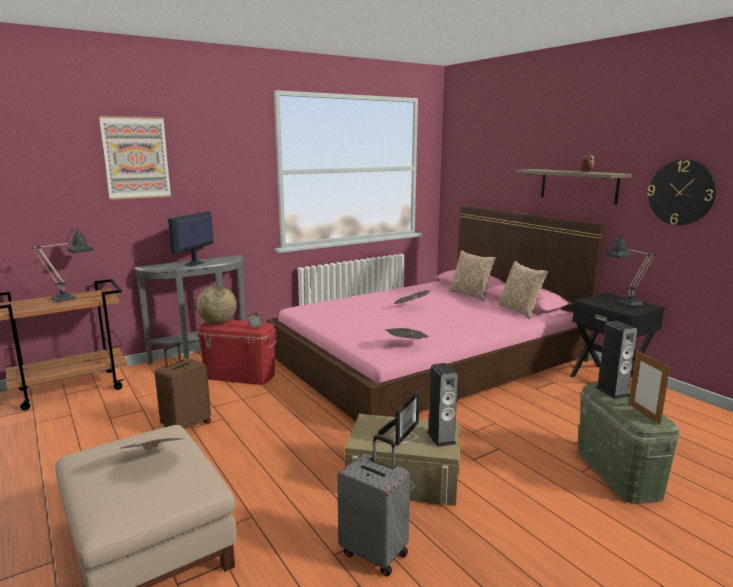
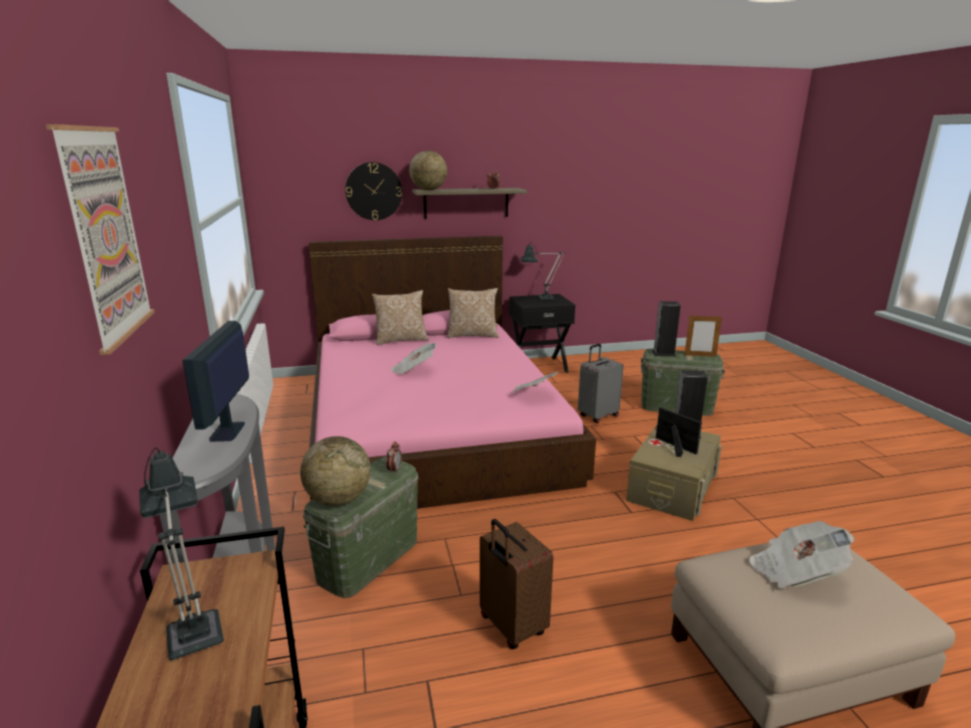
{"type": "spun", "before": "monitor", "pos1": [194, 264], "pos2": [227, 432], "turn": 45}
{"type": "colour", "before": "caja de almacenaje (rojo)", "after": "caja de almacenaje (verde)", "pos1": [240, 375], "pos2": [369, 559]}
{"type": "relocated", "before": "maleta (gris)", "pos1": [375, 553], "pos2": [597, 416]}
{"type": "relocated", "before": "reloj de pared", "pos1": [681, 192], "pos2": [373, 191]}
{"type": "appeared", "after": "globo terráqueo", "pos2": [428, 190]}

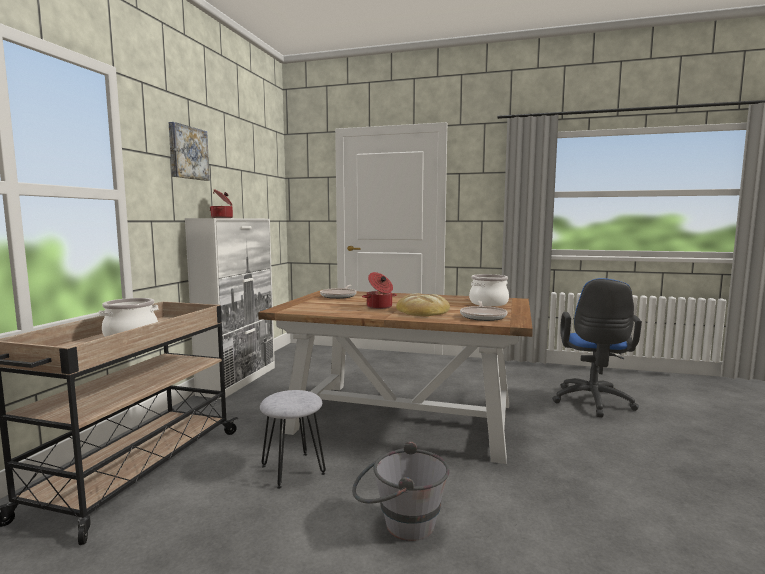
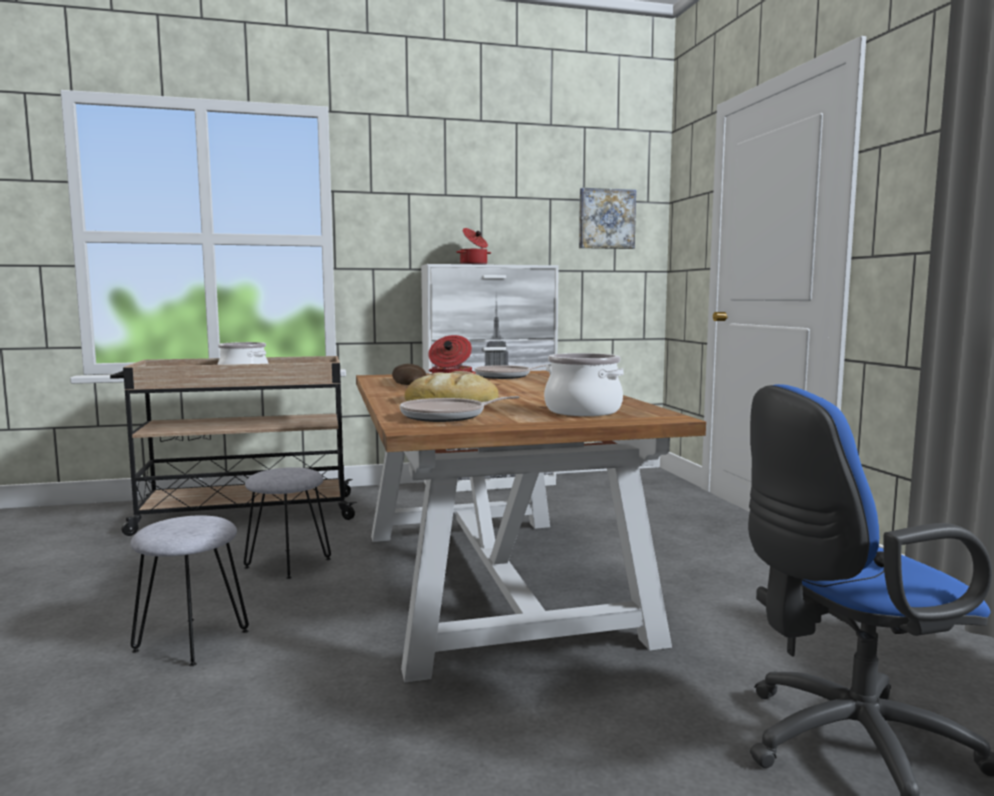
{"type": "relocated", "before": "cuadro", "pos1": [187, 153], "pos2": [606, 219]}
{"type": "exchanged", "before": "cubo (gris)", "after": "taburete (gris)", "pos1": [399, 524], "pos2": [192, 640]}
{"type": "appeared", "after": "pan", "pos2": [409, 381]}

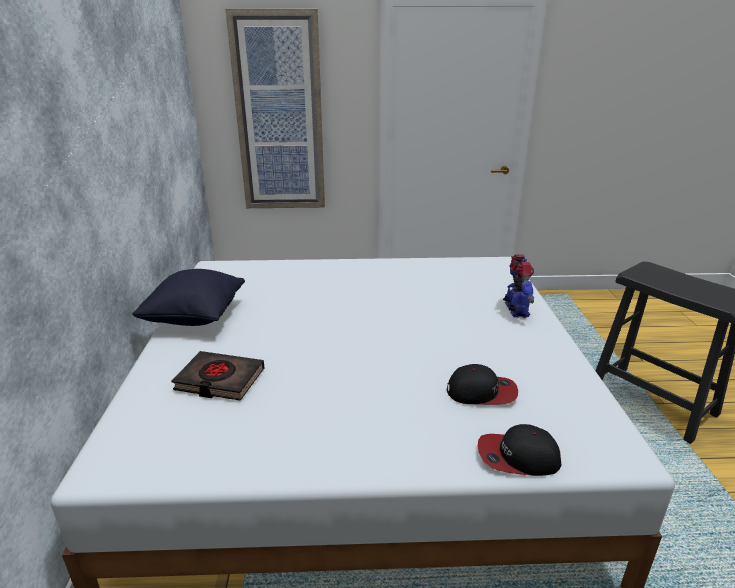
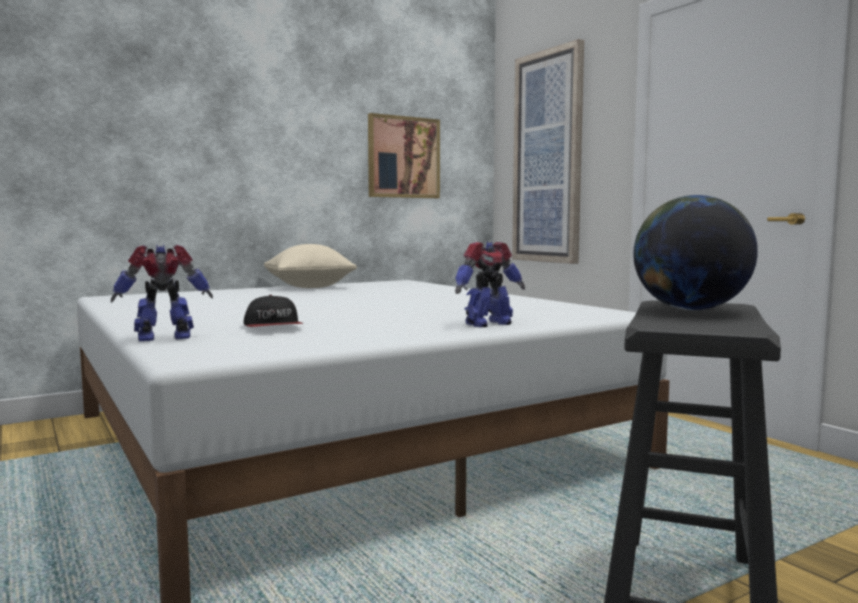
{"type": "colour", "before": "cojín (negro)", "after": "cojín (beis)", "pos1": [195, 317], "pos2": [309, 287]}
{"type": "missing", "before": "libro (negro)", "pos1": [220, 380]}
{"type": "exchanged", "before": "gorra", "after": "robot de juguete", "pos1": [517, 457], "pos2": [165, 338]}
{"type": "appeared", "after": "cuadro", "pos2": [403, 157]}
{"type": "appeared", "after": "globo terráqueo", "pos2": [690, 309]}

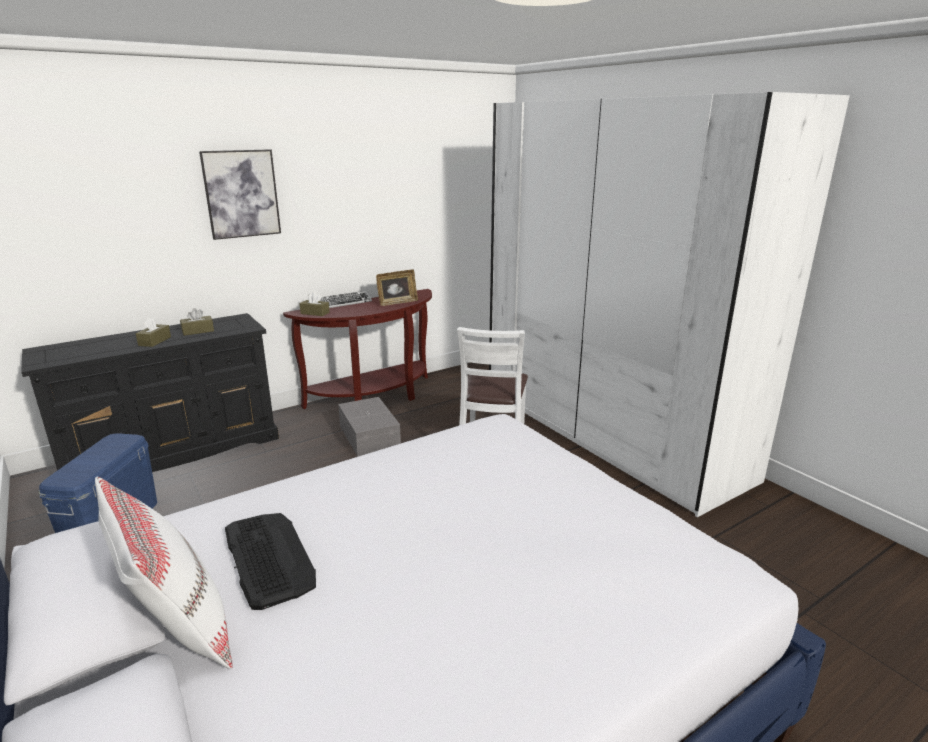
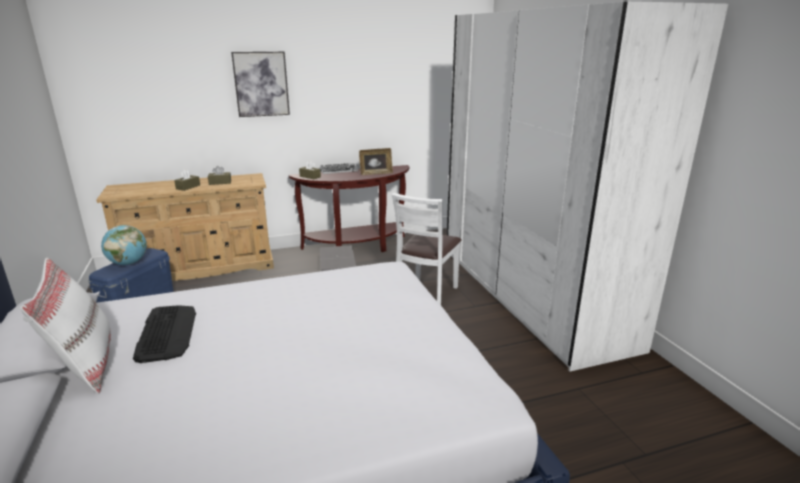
{"type": "colour", "before": "cómoda (negro)", "after": "cómoda (beis)", "pos1": [174, 451], "pos2": [201, 268]}
{"type": "appeared", "after": "globo terráqueo", "pos2": [128, 263]}

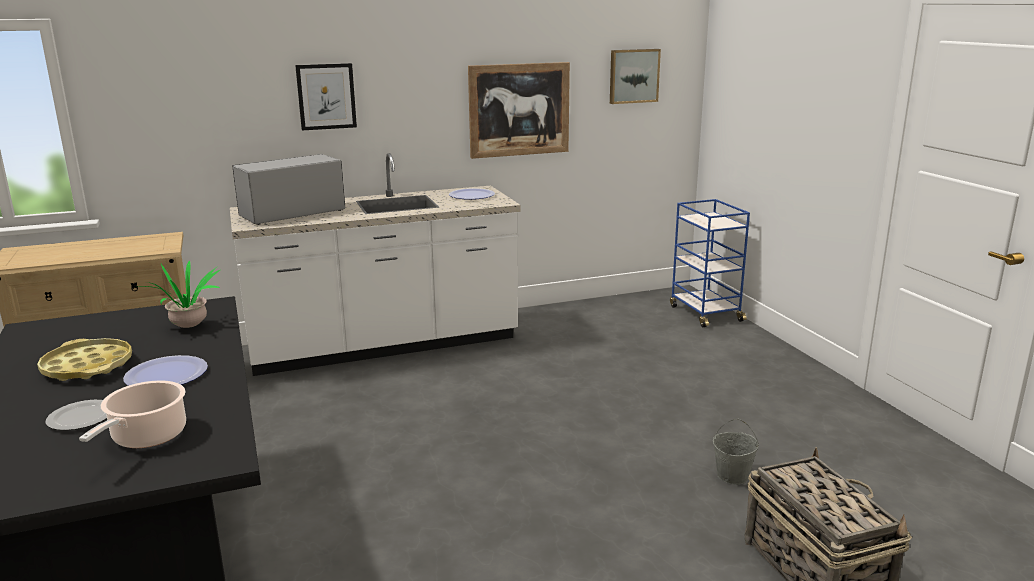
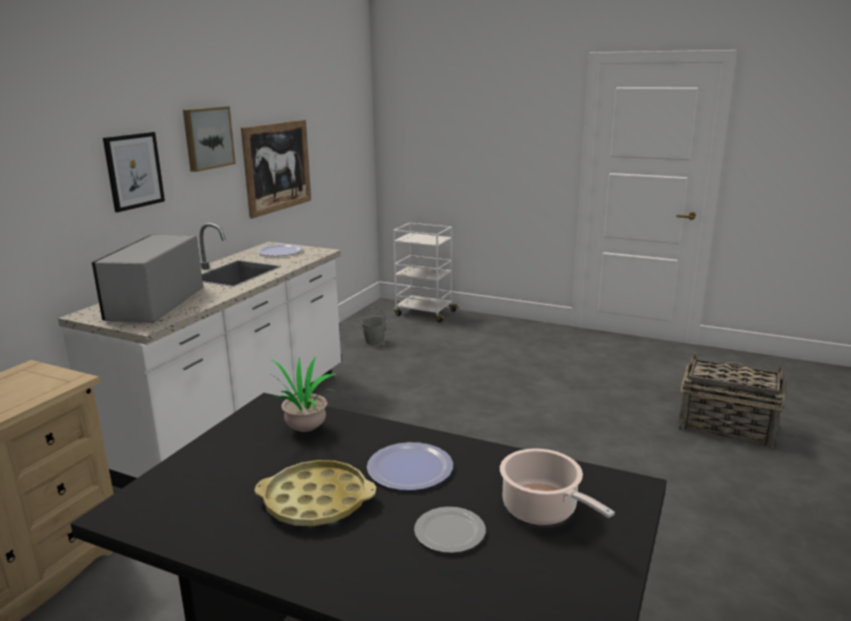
{"type": "relocated", "before": "cuadro", "pos1": [633, 76], "pos2": [207, 138]}
{"type": "colour", "before": "carrito (azul)", "after": "carrito (blanco)", "pos1": [705, 313], "pos2": [424, 313]}
{"type": "relocated", "before": "cubo (gris)", "pos1": [733, 475], "pos2": [374, 341]}

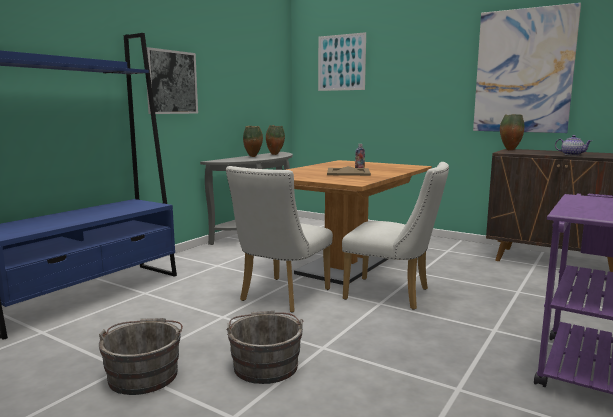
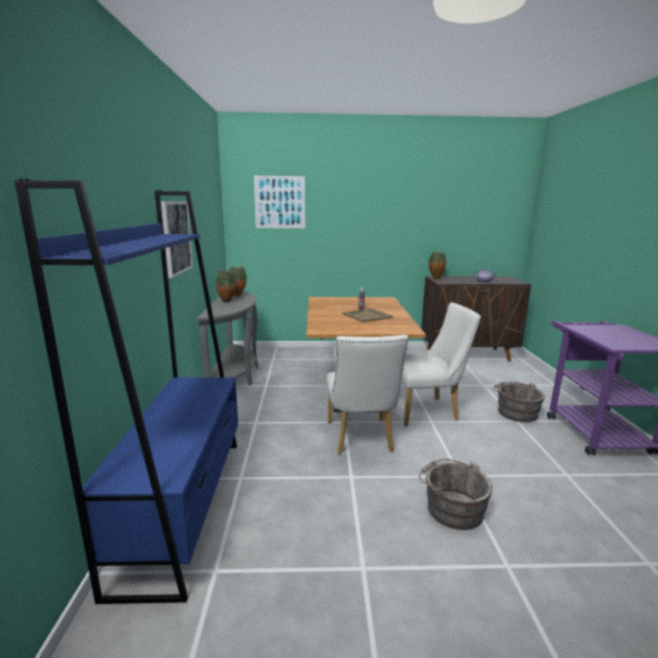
{"type": "relocated", "before": "cubo (gris)", "pos1": [144, 374], "pos2": [515, 412]}
{"type": "missing", "before": "cuadro", "pos1": [523, 71]}

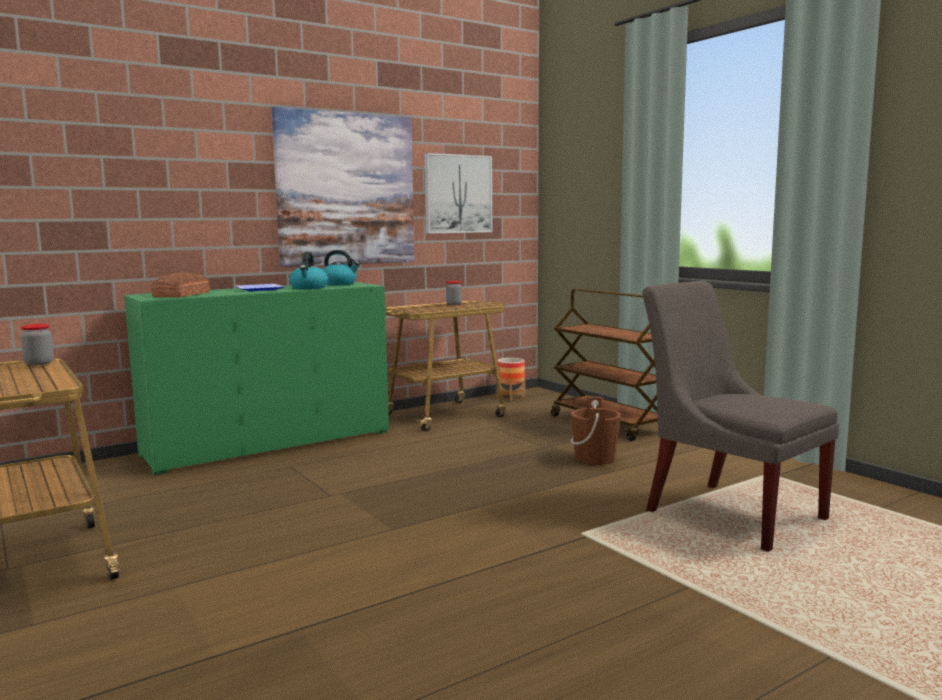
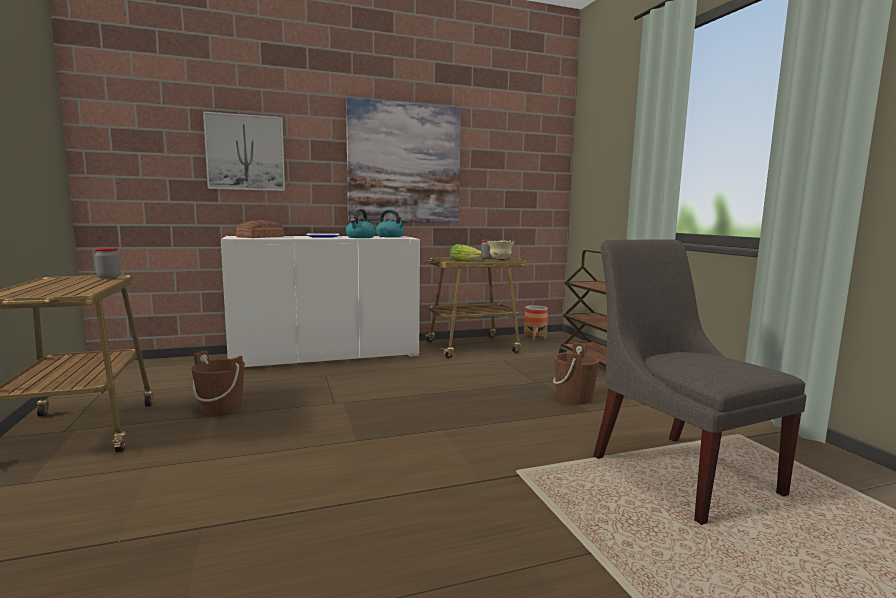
{"type": "colour", "before": "armario (verde)", "after": "armario (blanco)", "pos1": [269, 443], "pos2": [326, 355]}
{"type": "relocated", "before": "cuadro", "pos1": [457, 194], "pos2": [245, 153]}
{"type": "appeared", "after": "cubo (marrón)", "pos2": [221, 409]}
{"type": "appeared", "after": "lechuga", "pos2": [466, 261]}
{"type": "appeared", "after": "cuenco (beis)", "pos2": [500, 260]}

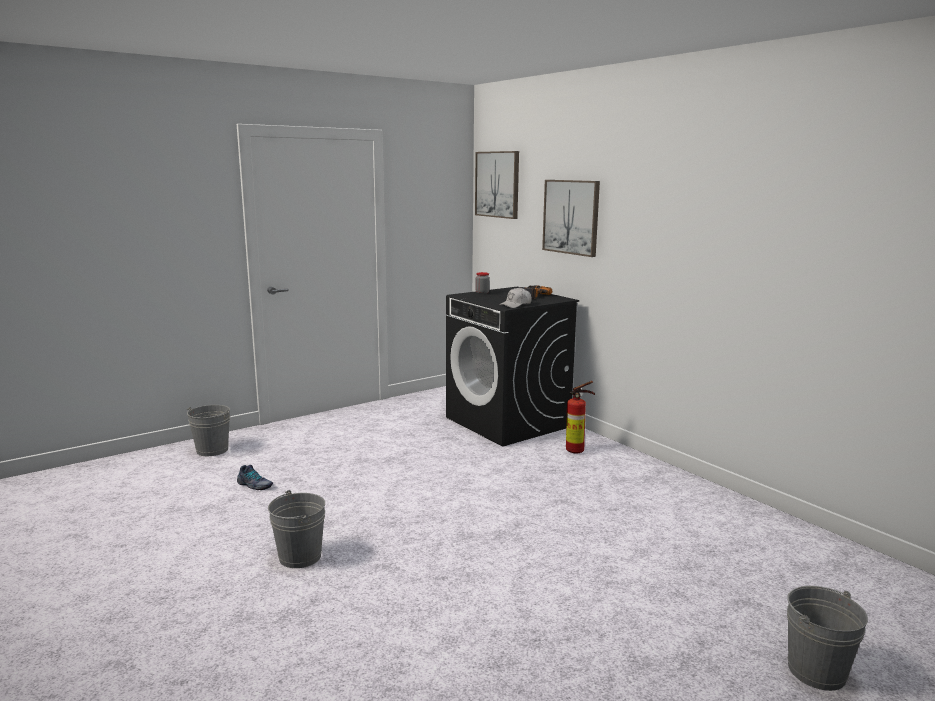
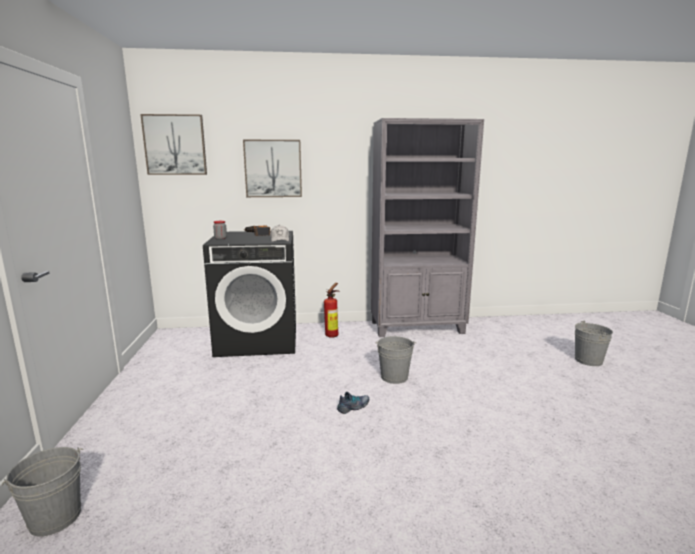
{"type": "relocated", "before": "zapato", "pos1": [254, 485], "pos2": [354, 407]}
{"type": "relocated", "before": "cubo (gris)", "pos1": [300, 556], "pos2": [394, 377]}
{"type": "appeared", "after": "estantería (gris)", "pos2": [418, 328]}

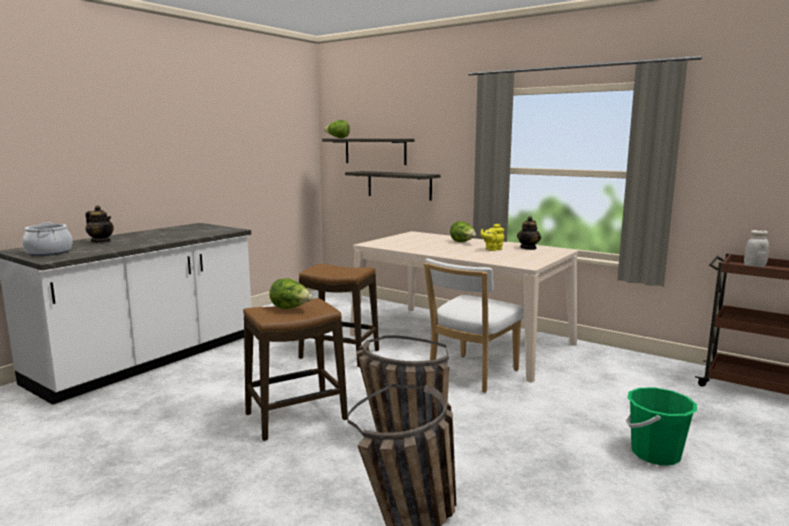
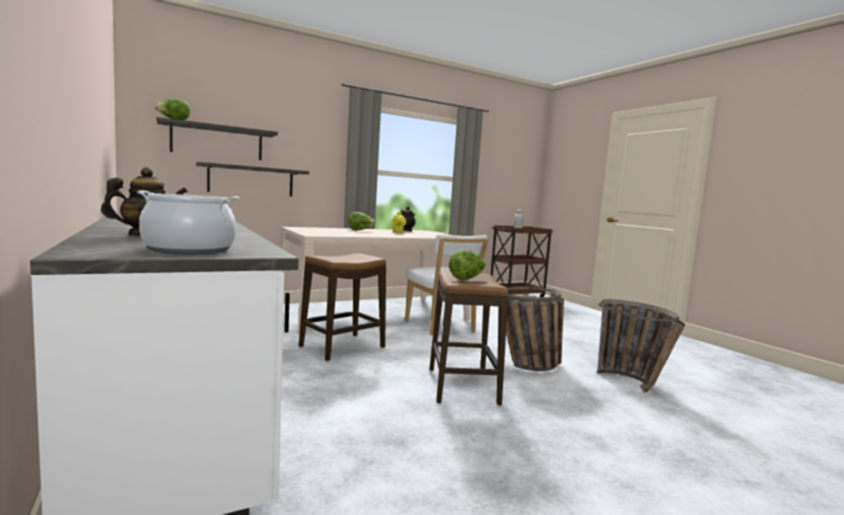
{"type": "missing", "before": "cubo (verde)", "pos1": [655, 454]}

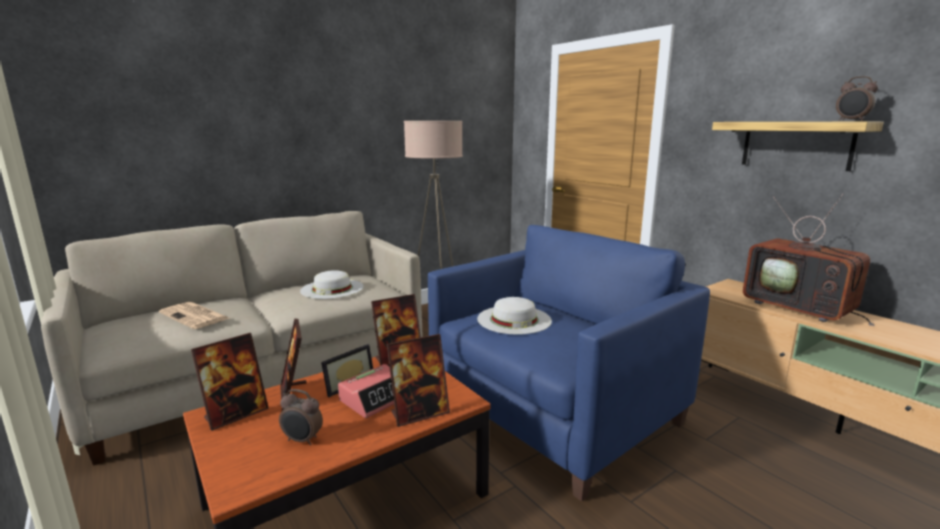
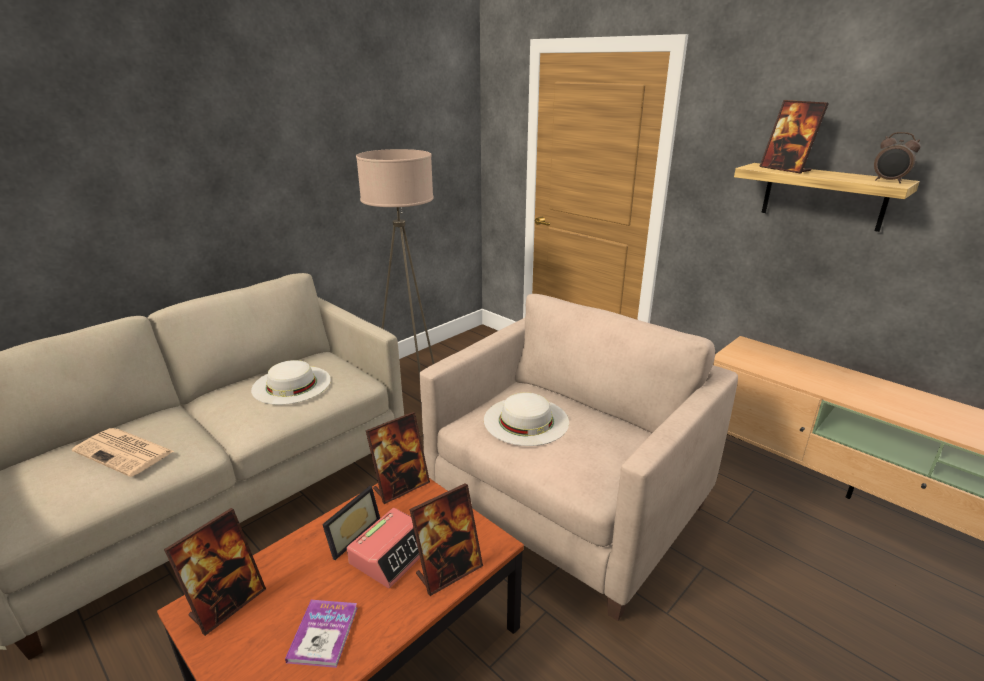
{"type": "exchanged", "before": "despertador", "after": "libro", "pos1": [302, 440], "pos2": [323, 634]}
{"type": "relocated", "before": "portarretratos", "pos1": [294, 396], "pos2": [785, 169]}
{"type": "colour", "before": "sillón (azul)", "after": "sillón (beis)", "pos1": [554, 412], "pos2": [567, 506]}
{"type": "missing", "before": "televisor", "pos1": [801, 308]}

